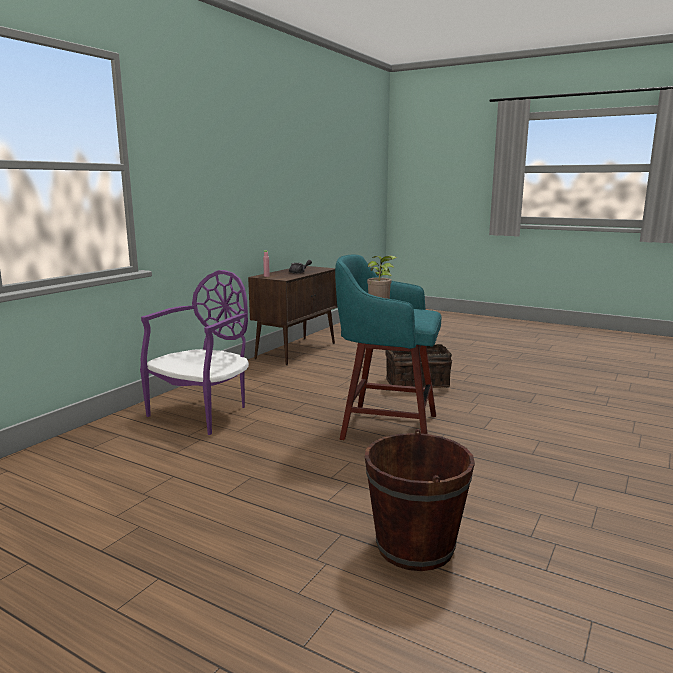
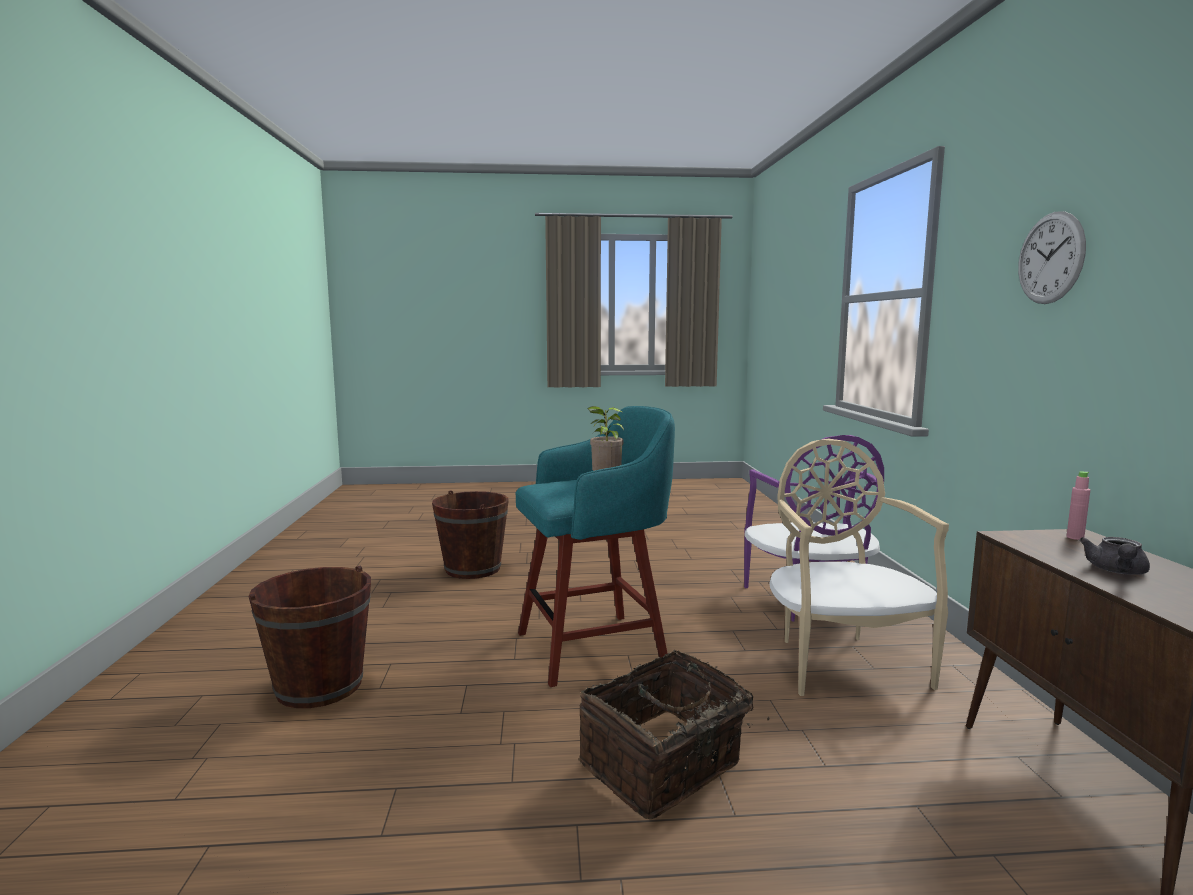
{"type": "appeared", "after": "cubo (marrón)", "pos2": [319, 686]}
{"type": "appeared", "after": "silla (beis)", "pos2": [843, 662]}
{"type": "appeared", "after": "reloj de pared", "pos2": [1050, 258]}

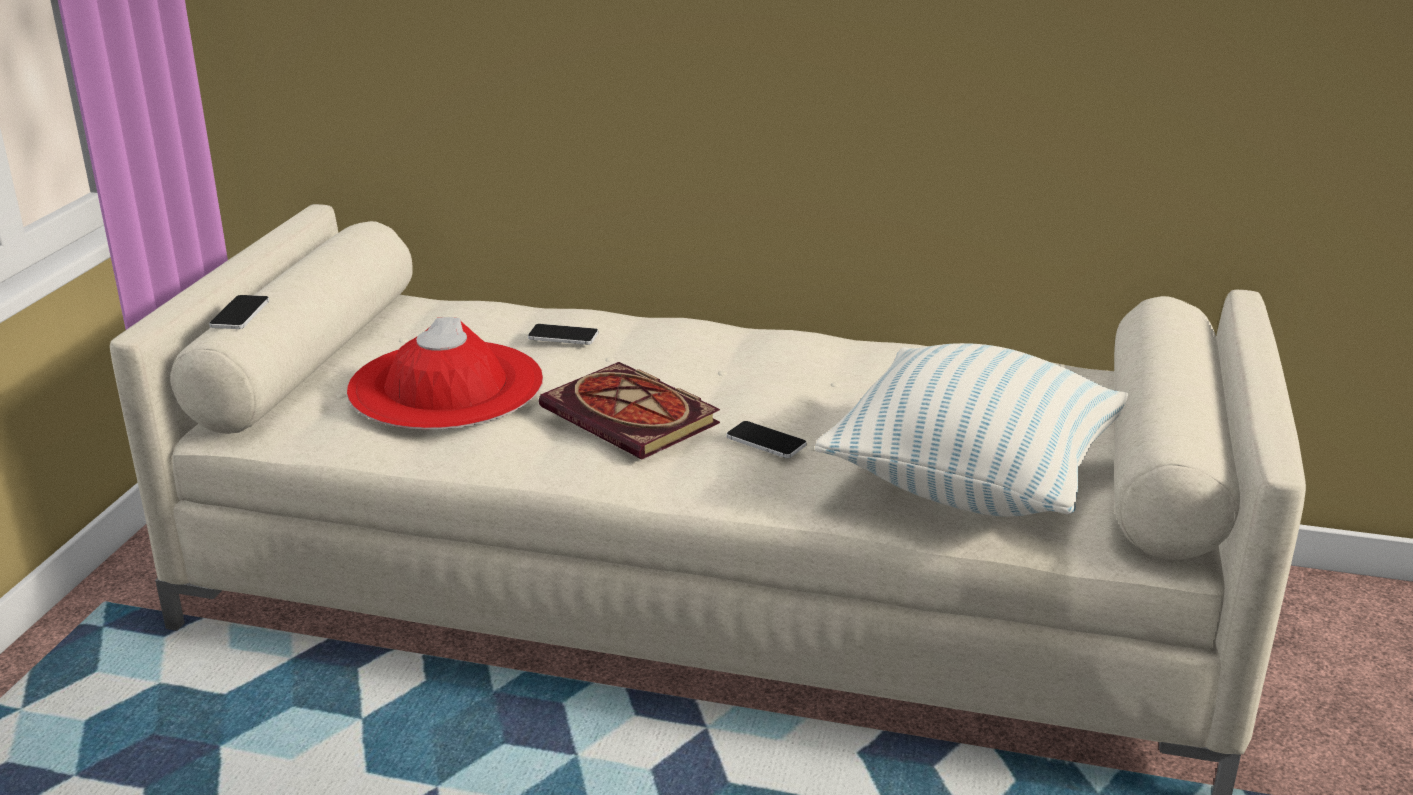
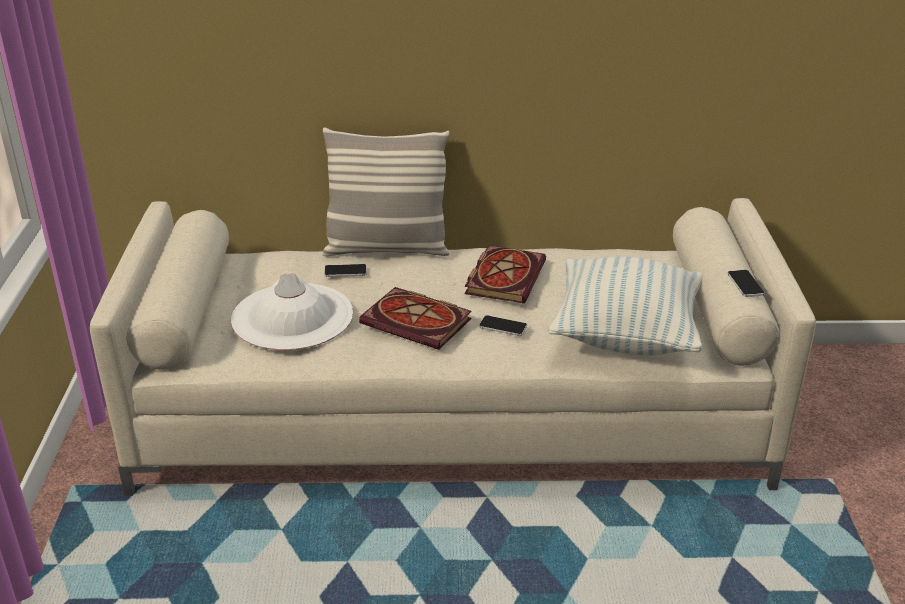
{"type": "relocated", "before": "móvil", "pos1": [240, 313], "pos2": [745, 284]}
{"type": "colour", "before": "sombrero (rojo)", "after": "sombrero (blanco)", "pos1": [445, 386], "pos2": [292, 317]}
{"type": "appeared", "after": "cojín", "pos2": [386, 249]}
{"type": "appeared", "after": "libro", "pos2": [504, 276]}

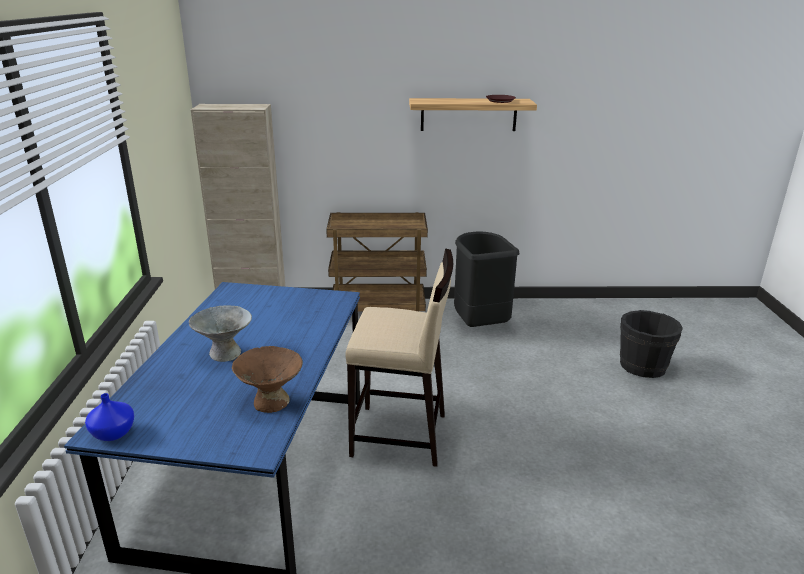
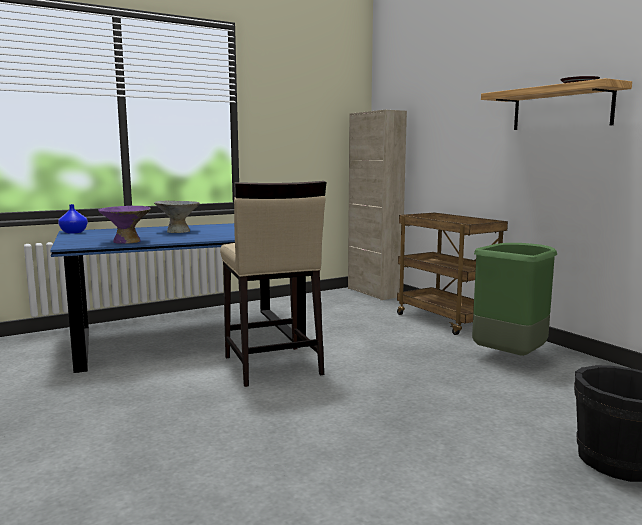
{"type": "colour", "before": "cuenco (marrón)", "after": "cuenco (morado)", "pos1": [271, 402], "pos2": [127, 241]}
{"type": "colour", "before": "papelera (negro)", "after": "papelera (verde)", "pos1": [478, 325], "pos2": [510, 357]}

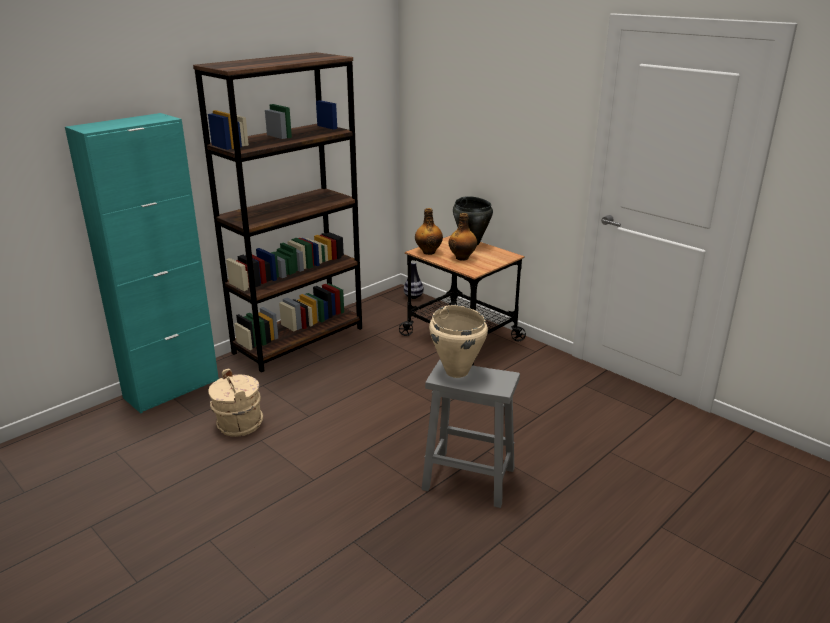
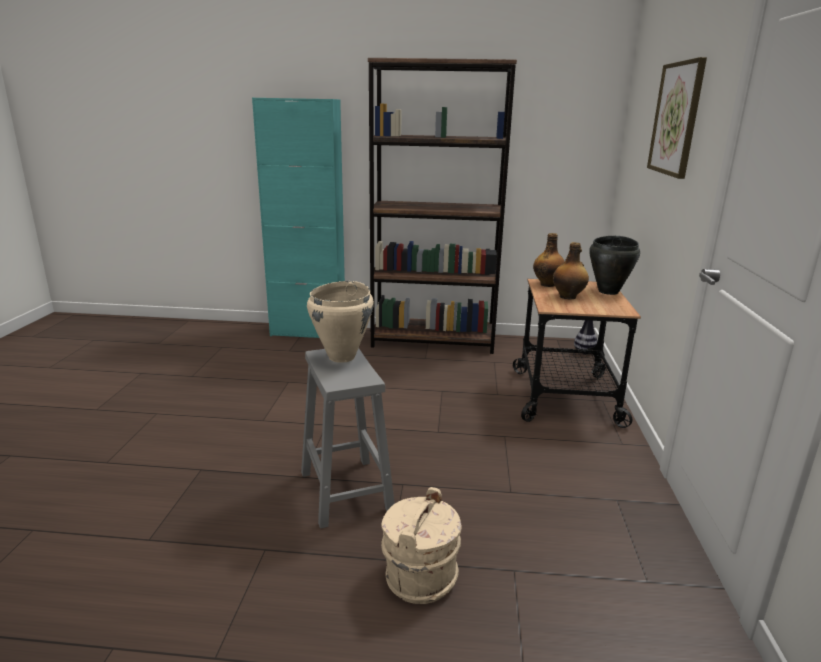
{"type": "relocated", "before": "cubo (beis)", "pos1": [238, 424], "pos2": [419, 577]}
{"type": "appeared", "after": "cuadro", "pos2": [676, 119]}

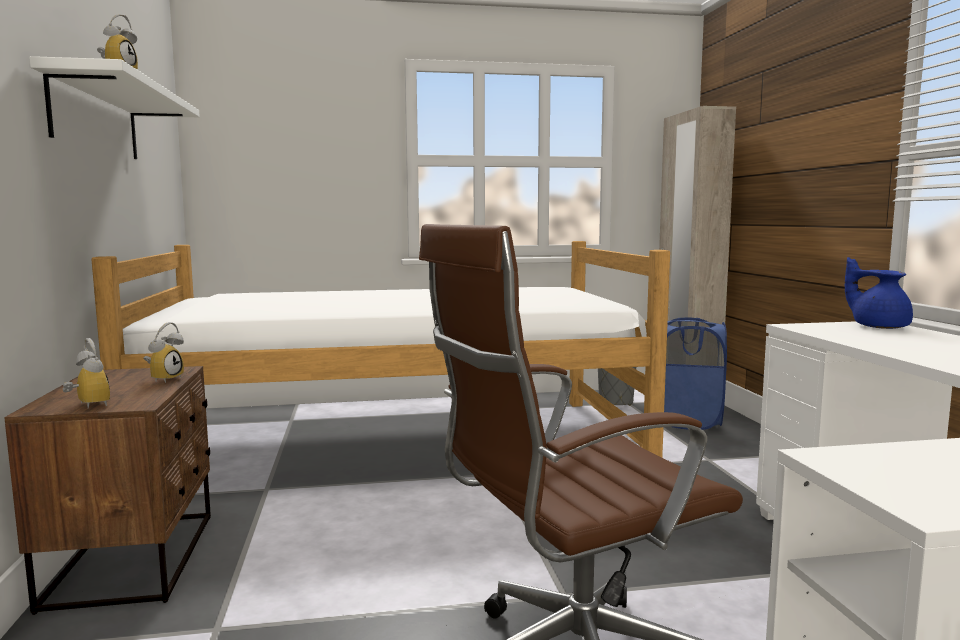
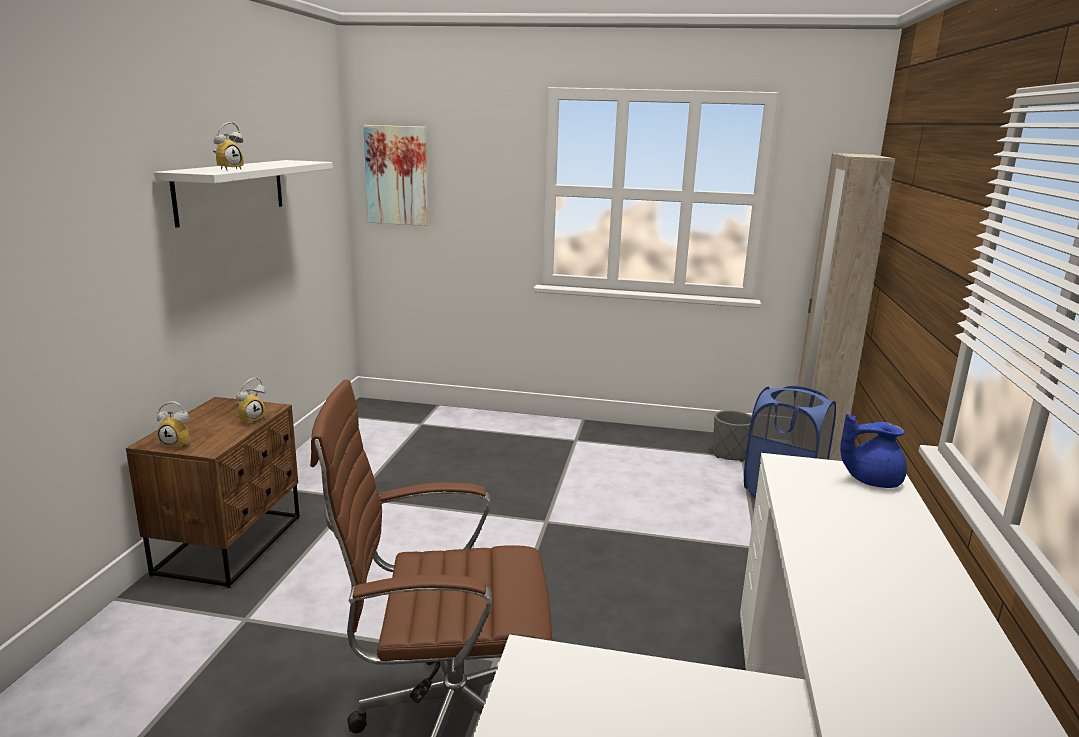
{"type": "spun", "before": "despertador", "pos1": [86, 405], "pos2": [179, 444], "turn": 120}
{"type": "missing", "before": "cama", "pos1": [397, 445]}
{"type": "spun", "before": "tetera (azul)", "pos1": [878, 326], "pos2": [870, 480], "turn": -75}
{"type": "appeared", "after": "cuadro", "pos2": [397, 175]}

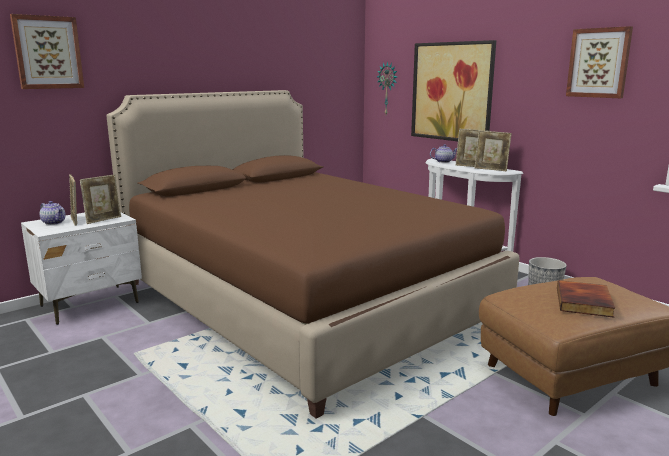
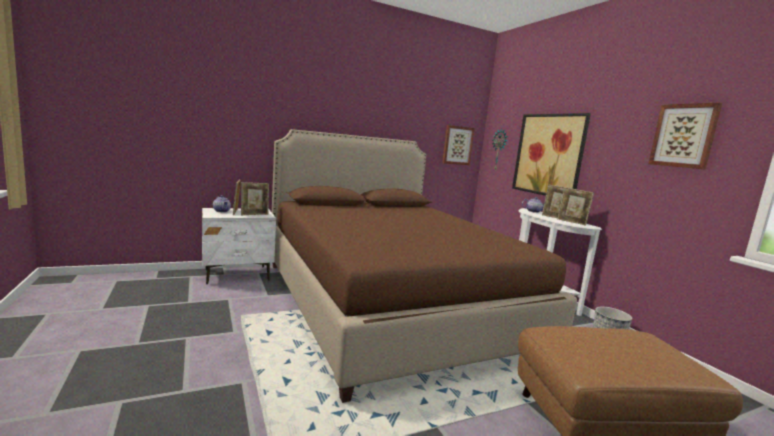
{"type": "relocated", "before": "cuadro", "pos1": [48, 52], "pos2": [457, 145]}
{"type": "missing", "before": "libro", "pos1": [585, 302]}

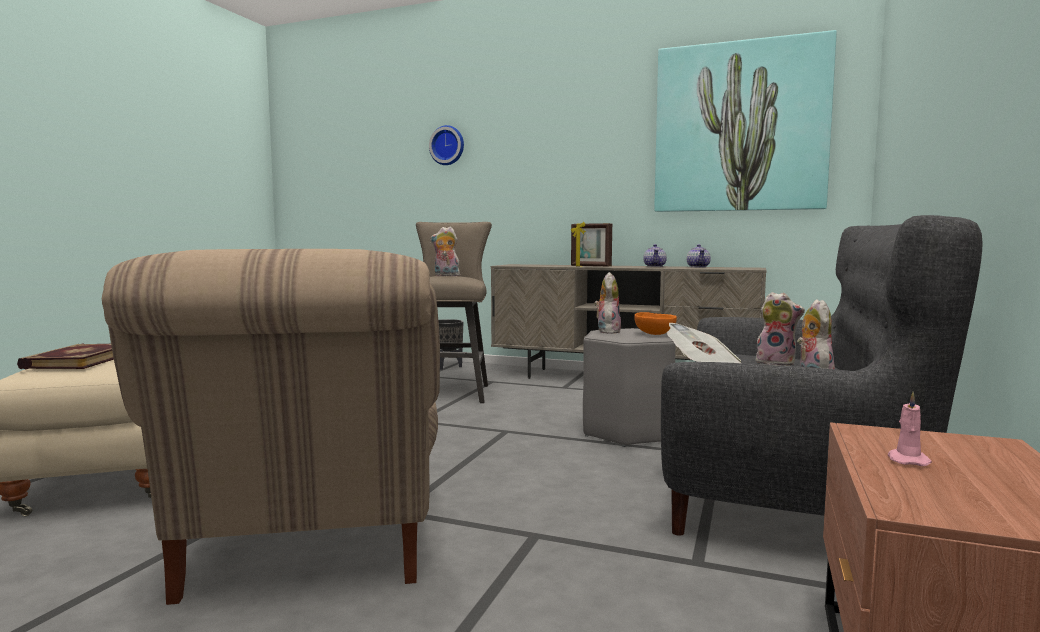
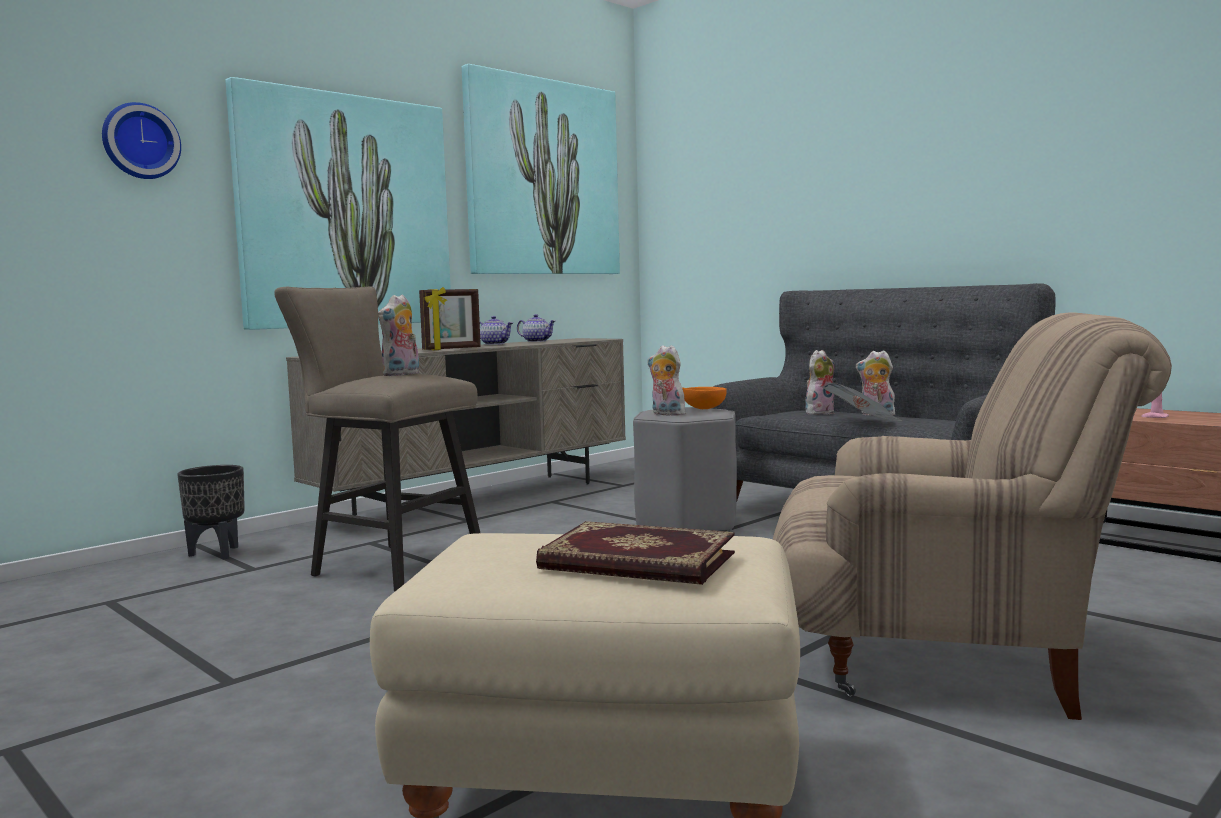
{"type": "appeared", "after": "cuadro", "pos2": [345, 212]}

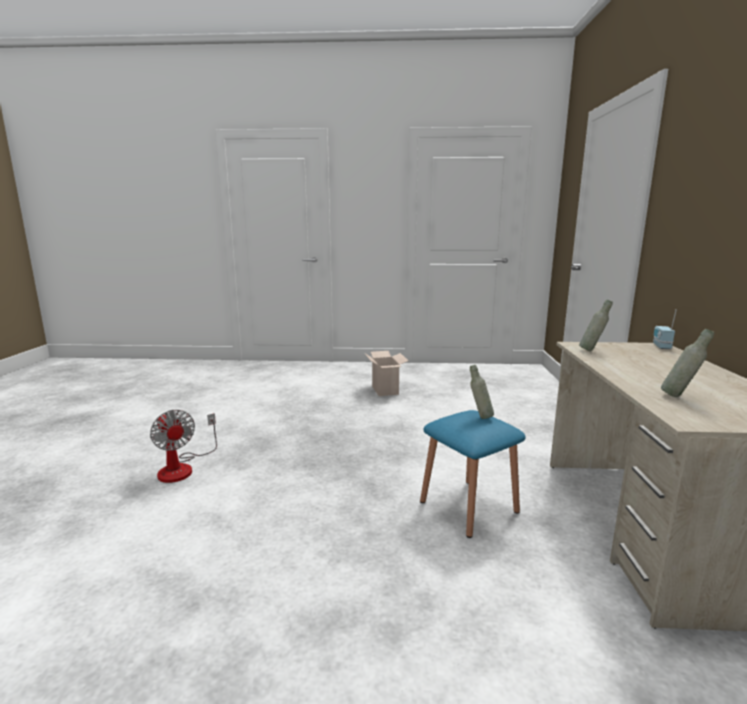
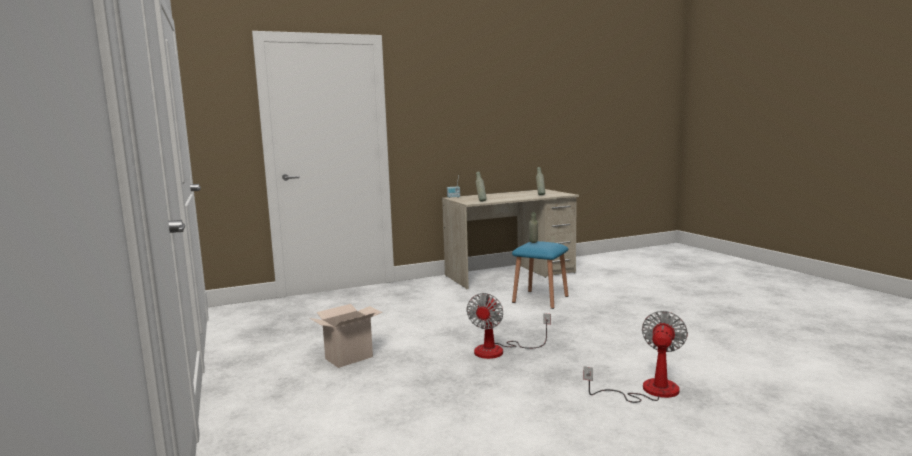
{"type": "appeared", "after": "ventilador", "pos2": [499, 350]}

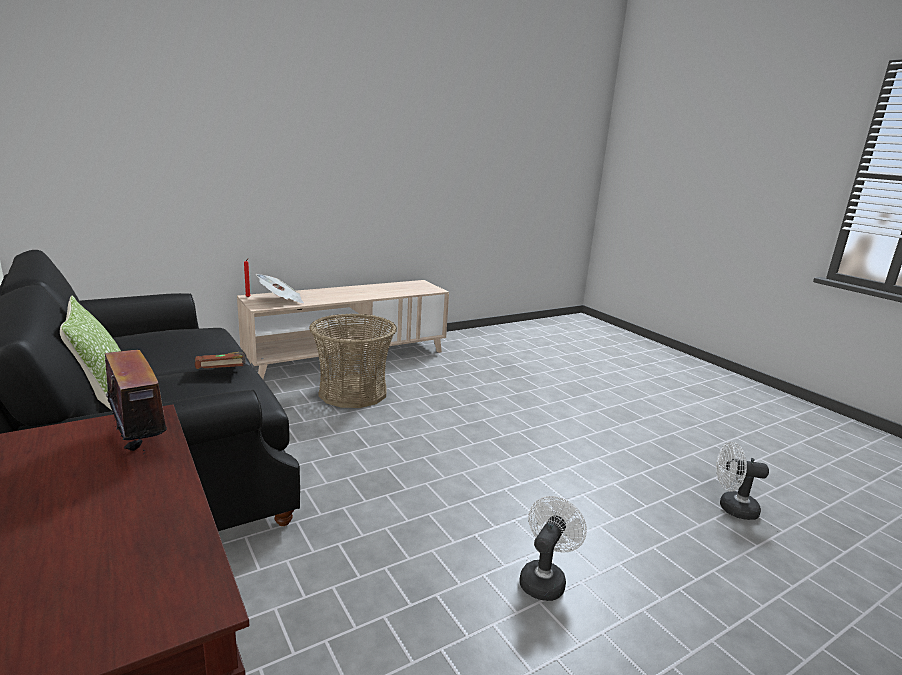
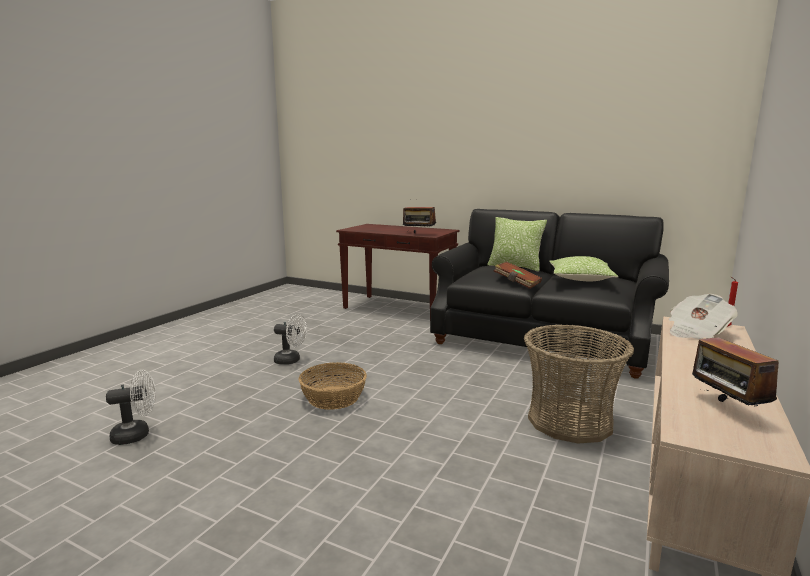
{"type": "spun", "before": "ventilador (blanco)", "pos1": [544, 579], "pos2": [291, 360], "turn": -75}
{"type": "appeared", "after": "cesta", "pos2": [334, 397]}
{"type": "appeared", "after": "cojín", "pos2": [580, 279]}
{"type": "appeared", "after": "radio", "pos2": [726, 408]}

